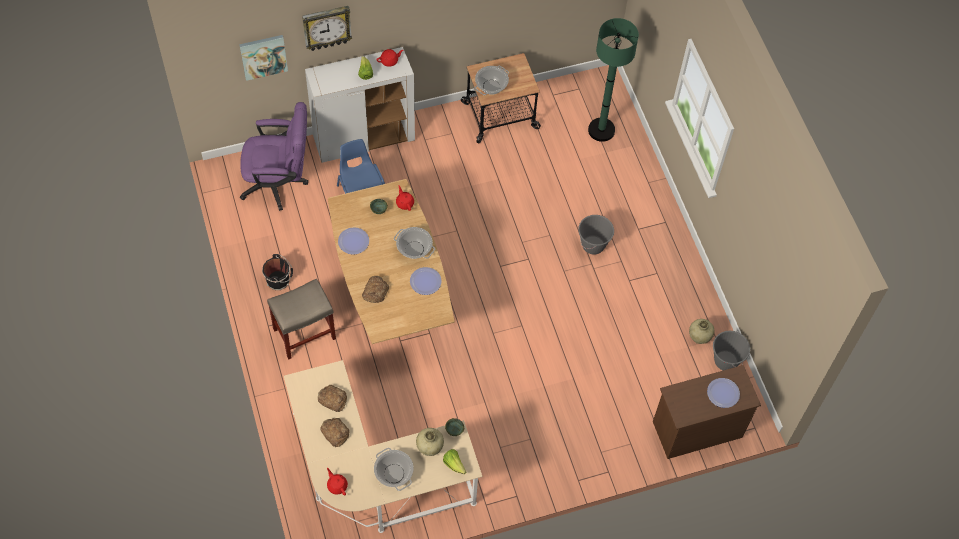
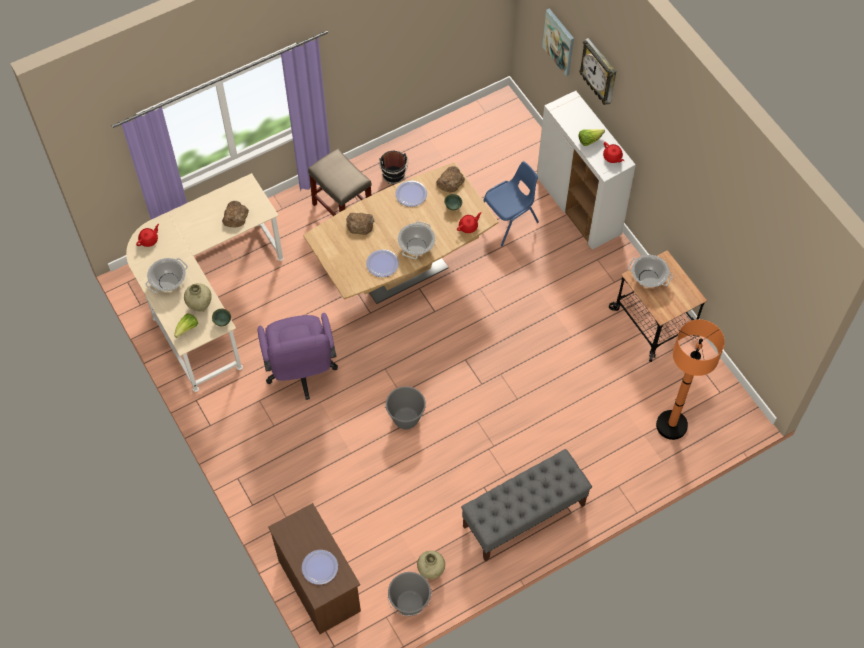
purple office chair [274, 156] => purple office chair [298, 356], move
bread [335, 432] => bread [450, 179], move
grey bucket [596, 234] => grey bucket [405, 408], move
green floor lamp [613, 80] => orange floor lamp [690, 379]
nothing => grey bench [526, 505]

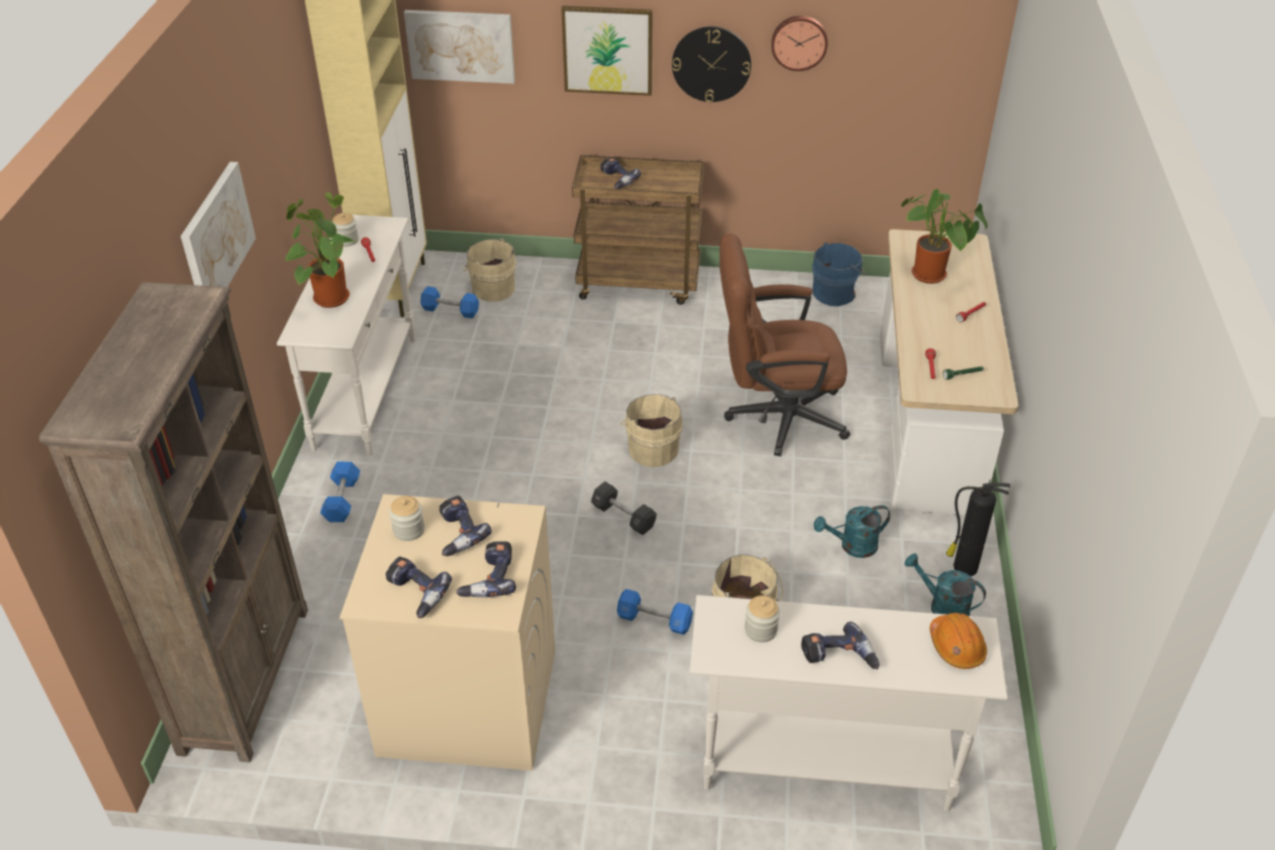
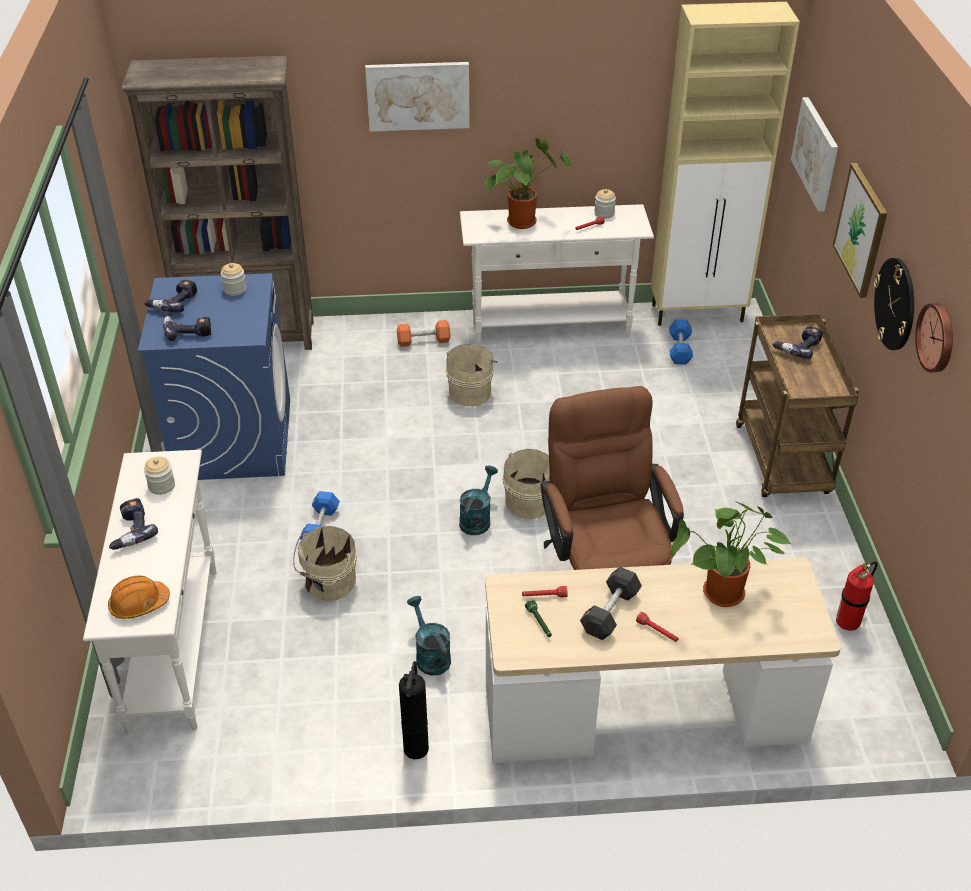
blue dumbbell [340, 492] => orange dumbbell [423, 333]
beige washing machine [447, 632] => blue washing machine [214, 376]
power drill [465, 526] => nothing
beige bucket [489, 270] => beige bucket [471, 375], move
black dumbbell [624, 508] => black dumbbell [611, 603], move
blue bucket [839, 274] => fire extinguisher [857, 596]
turquoise watering can [945, 584] => turquoise watering can [478, 500], move

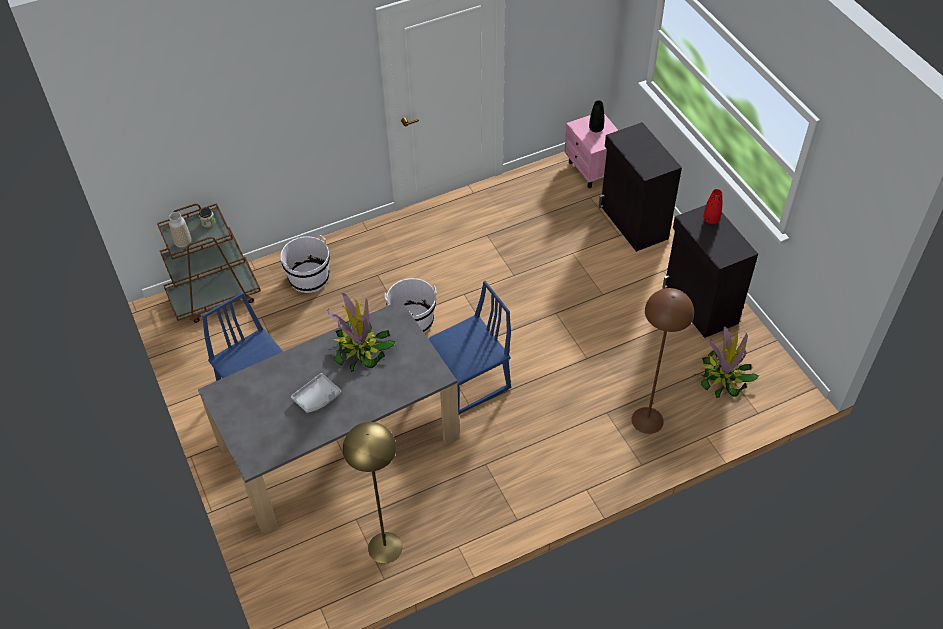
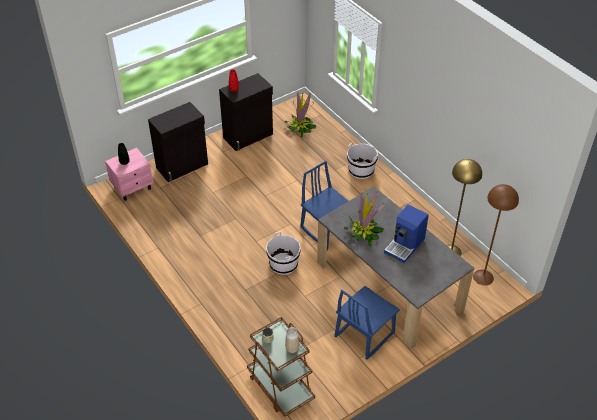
white bucket [305, 264] => white bucket [362, 161], move
grey tray [316, 393] => coffee machine [406, 234]
brown floor lamp [663, 361] => brown floor lamp [496, 234], move

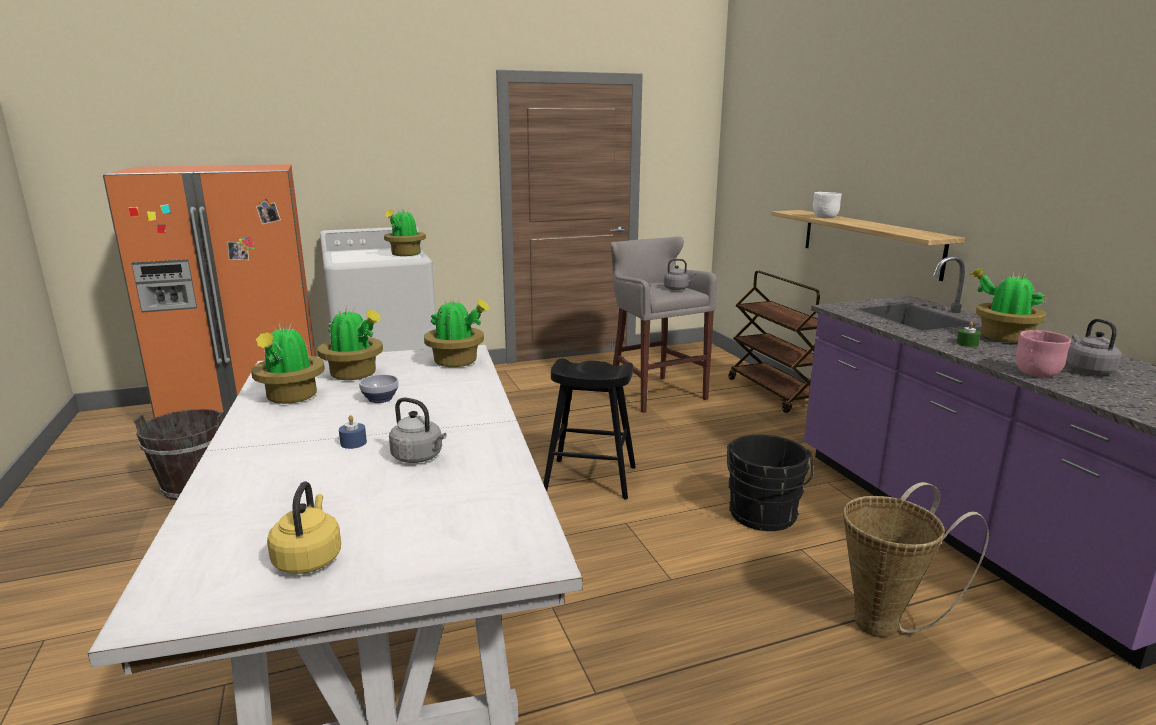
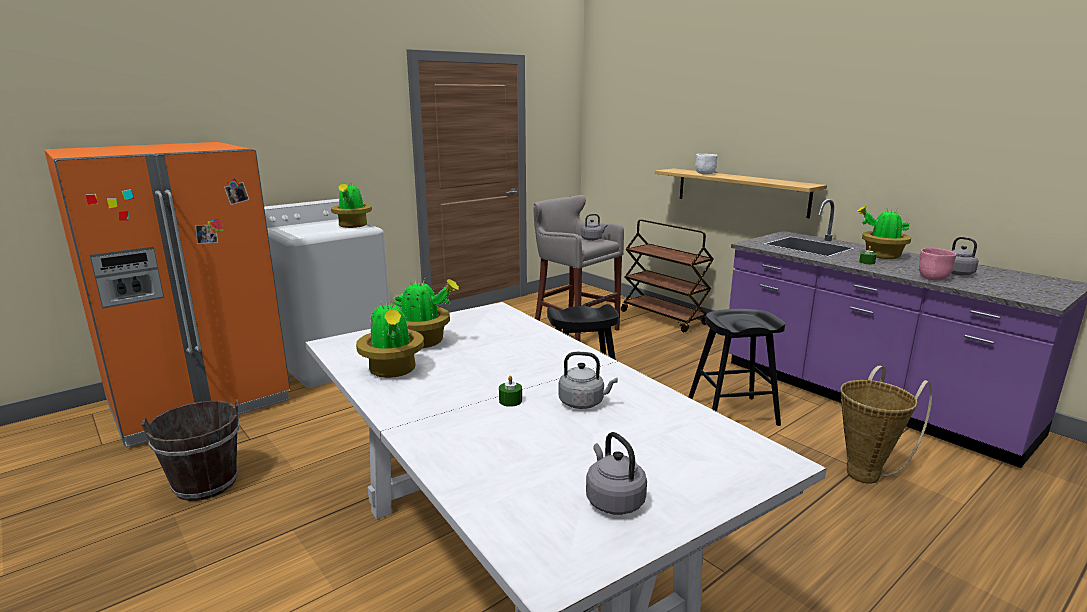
yellow kettle [304, 527] => grey kettle [616, 473]
blue candle [353, 432] => green candle [510, 391]
bowl [379, 389] => nothing
potted plant [457, 331] => nothing
black bucket [770, 483] => black stool [736, 367]

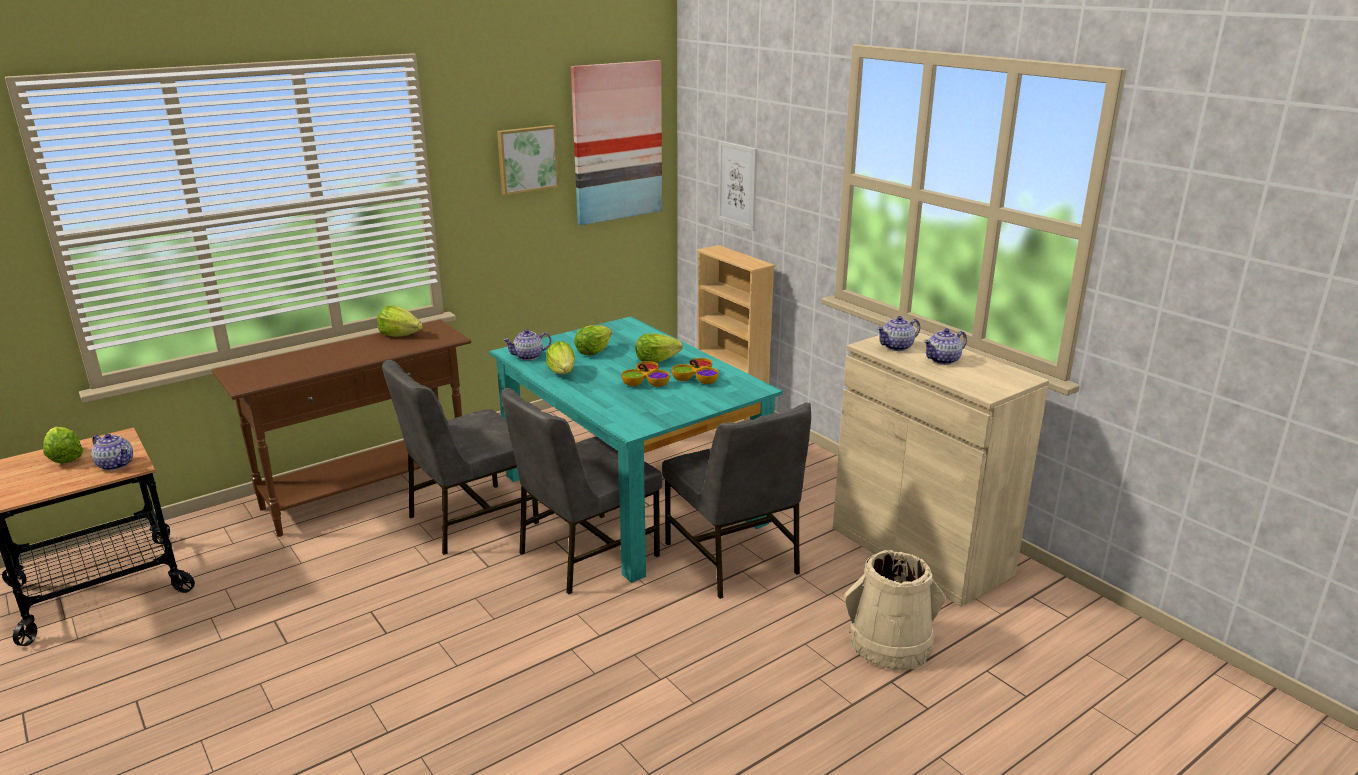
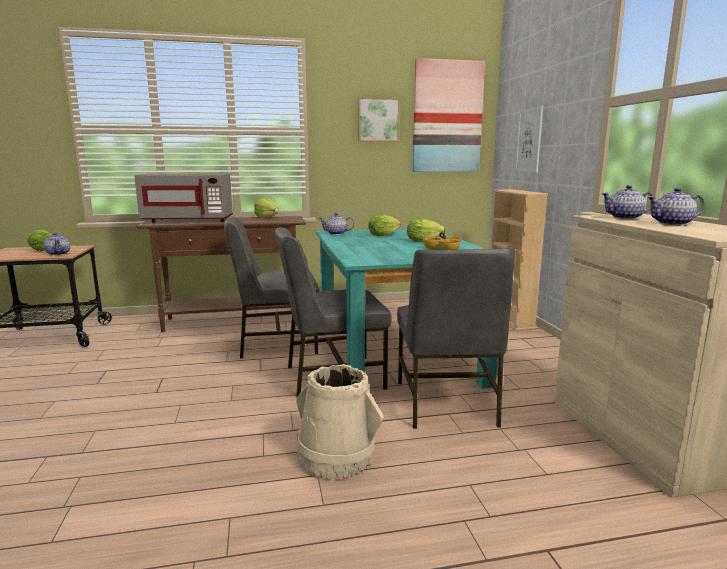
lettuce [560, 357] => nothing
bowl [645, 374] => nothing
beige bucket [895, 610] => beige bucket [339, 422], move
nothing => grey microwave [183, 197]

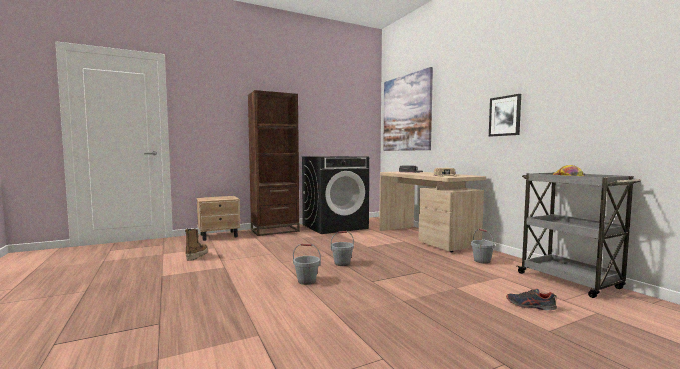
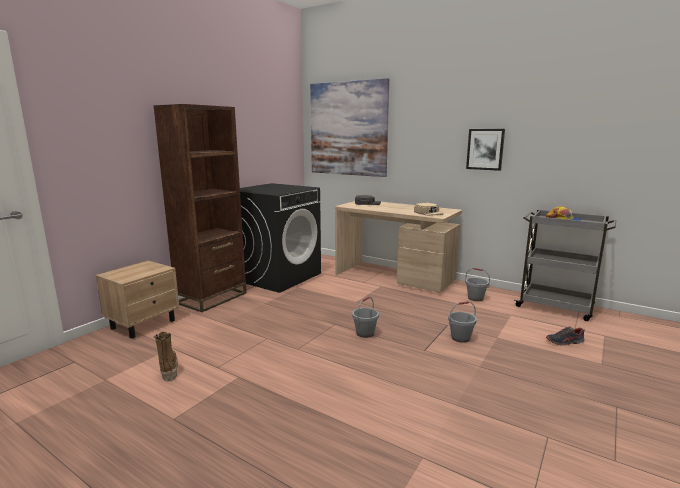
grey bucket [307, 264] => grey bucket [462, 322], move

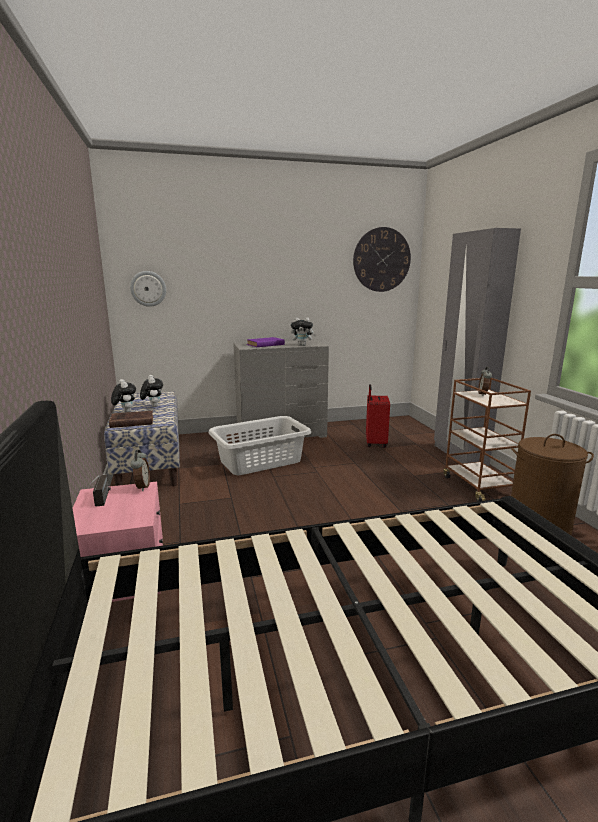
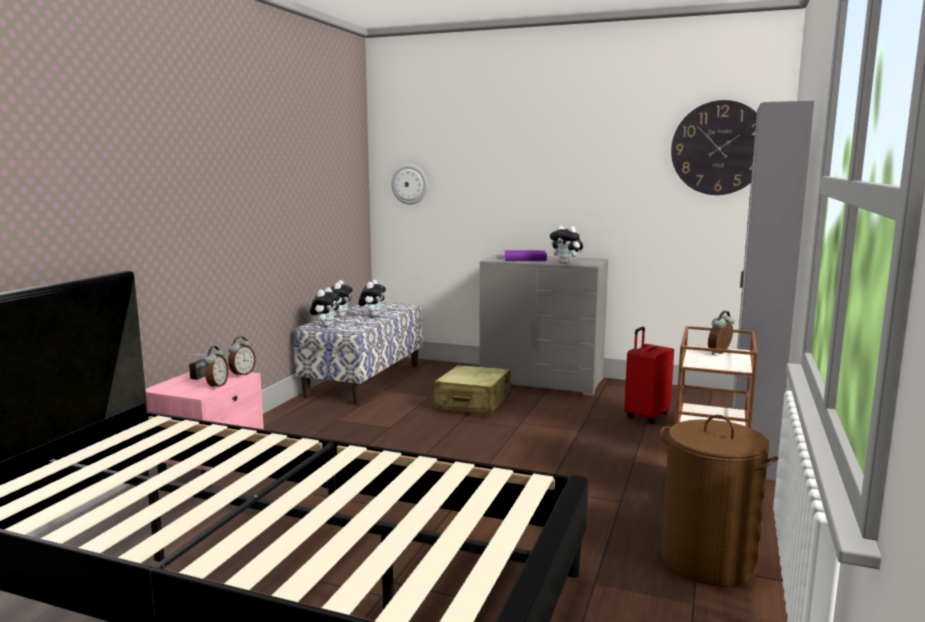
brown book [131, 419] => plush toy [325, 307]
grey laundry basket [259, 445] => beige suitcase [471, 390]
nothing => alarm clock [216, 367]

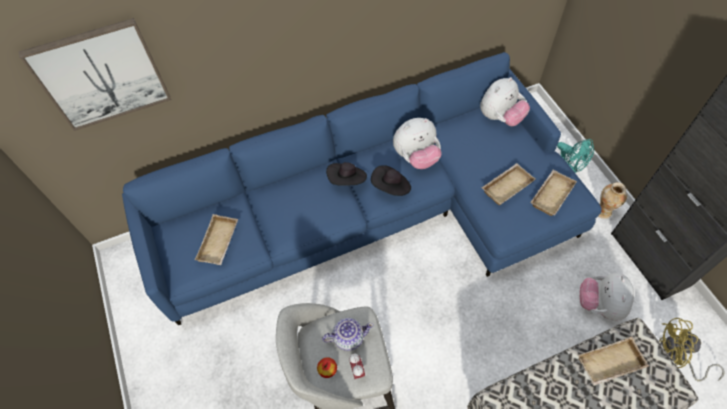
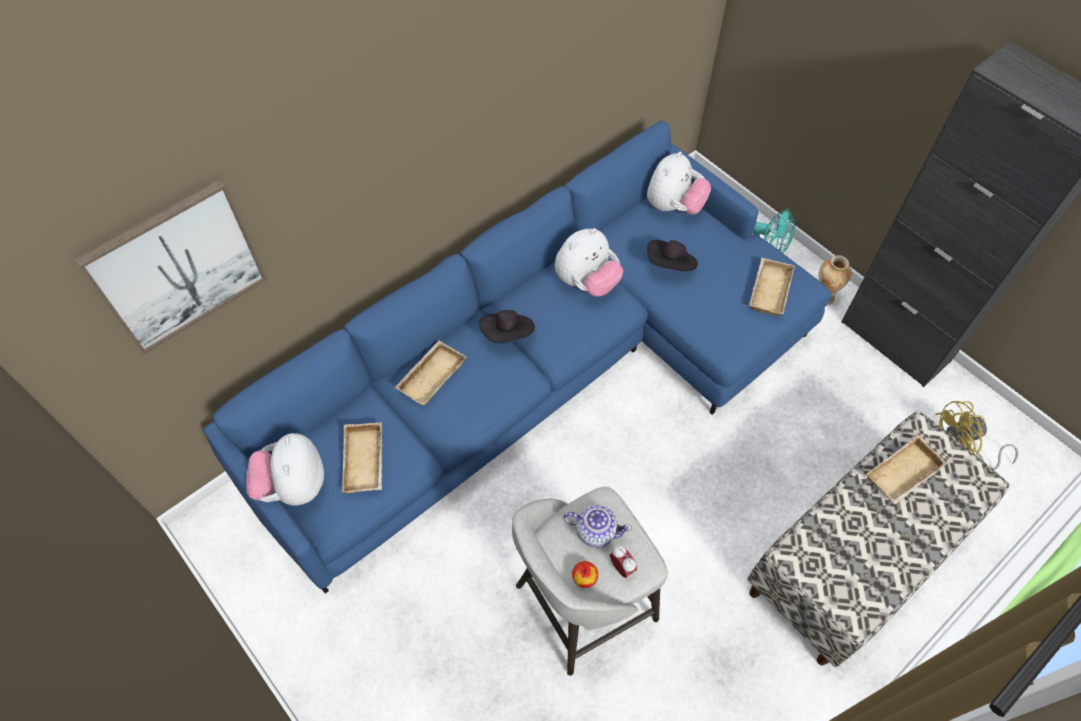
teapot [348, 334] => teapot [597, 526], 45 degrees clockwise
black hat [391, 180] => black hat [672, 255], move
beige tray [508, 184] => beige tray [430, 372], move
plush toy [607, 297] => plush toy [285, 469], move

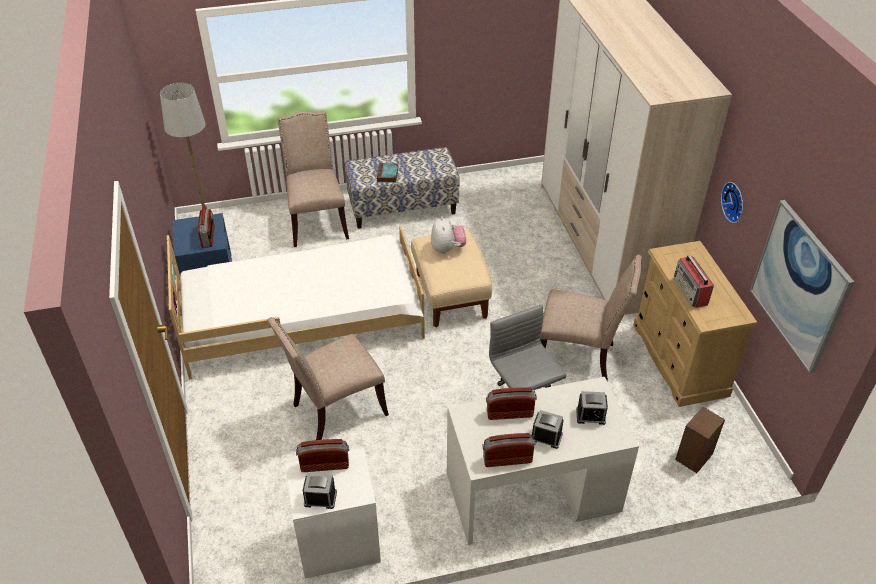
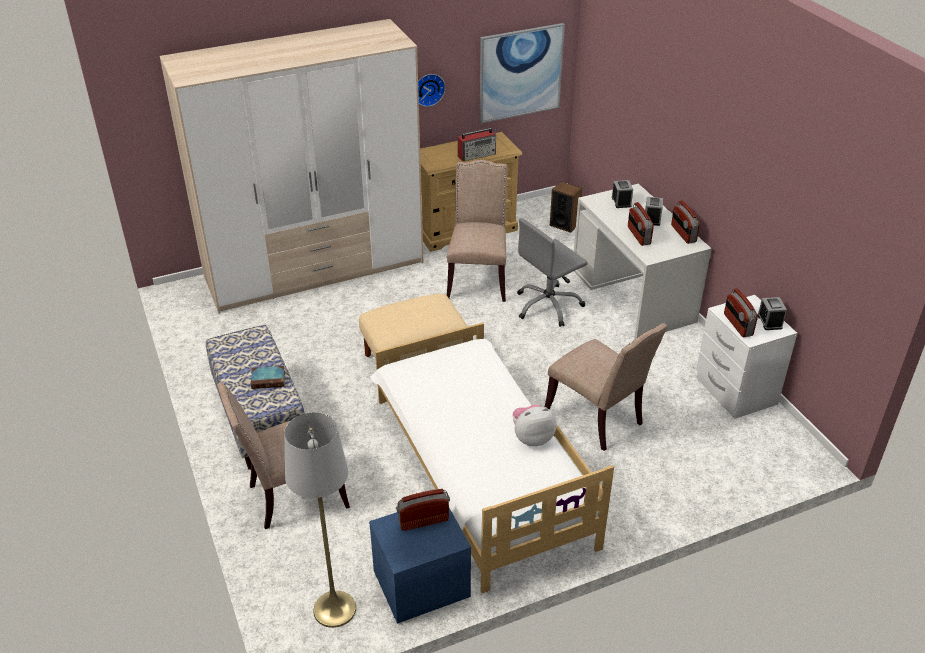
plush toy [448, 235] => plush toy [535, 425], move

